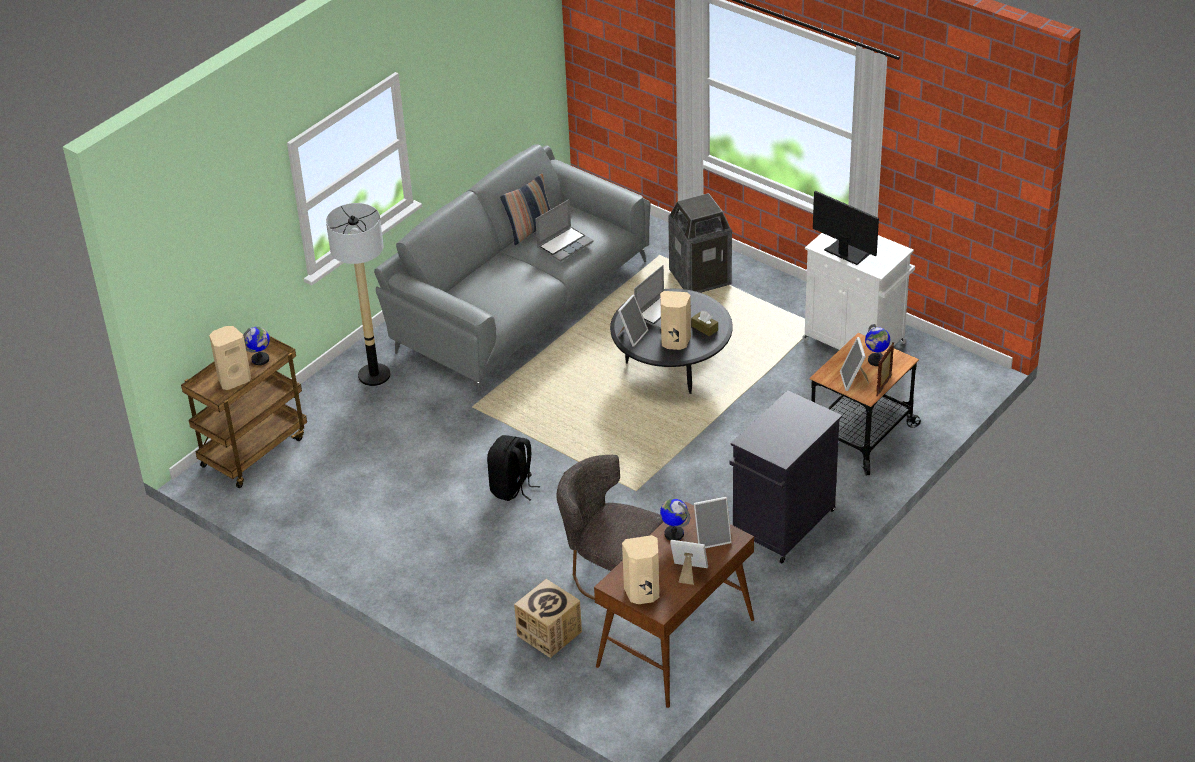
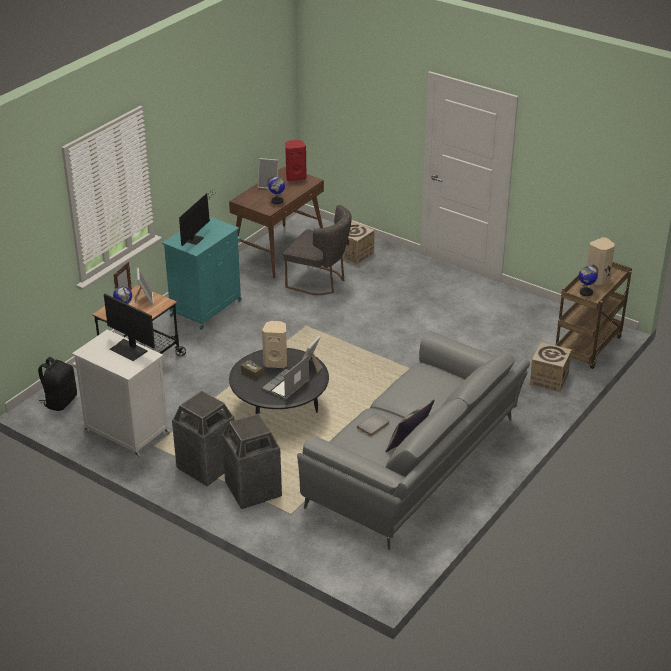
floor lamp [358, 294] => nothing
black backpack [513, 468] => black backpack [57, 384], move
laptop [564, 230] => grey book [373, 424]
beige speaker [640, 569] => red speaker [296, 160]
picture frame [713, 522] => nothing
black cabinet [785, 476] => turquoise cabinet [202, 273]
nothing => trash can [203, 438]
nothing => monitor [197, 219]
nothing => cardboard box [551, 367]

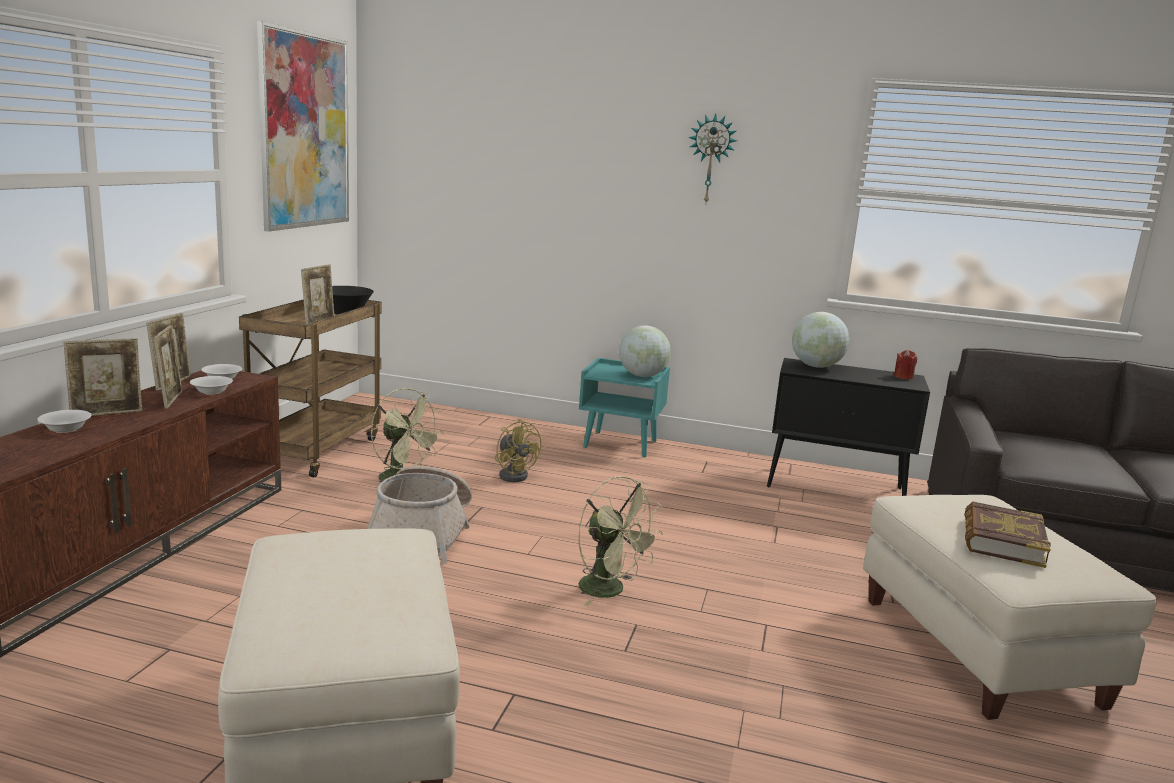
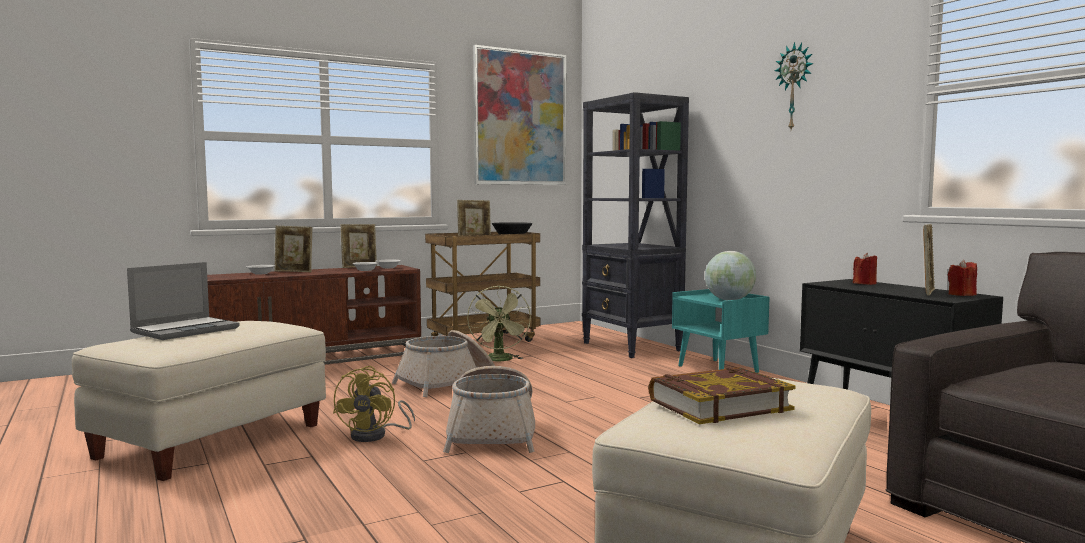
picture frame [168, 367] => picture frame [929, 260], move
yellow fan [518, 450] => yellow fan [374, 404], move
green fan [620, 541] => basket [489, 409]
globe [820, 340] => red candle [865, 269]
nothing => laptop [183, 301]
nothing => black bookcase [635, 225]

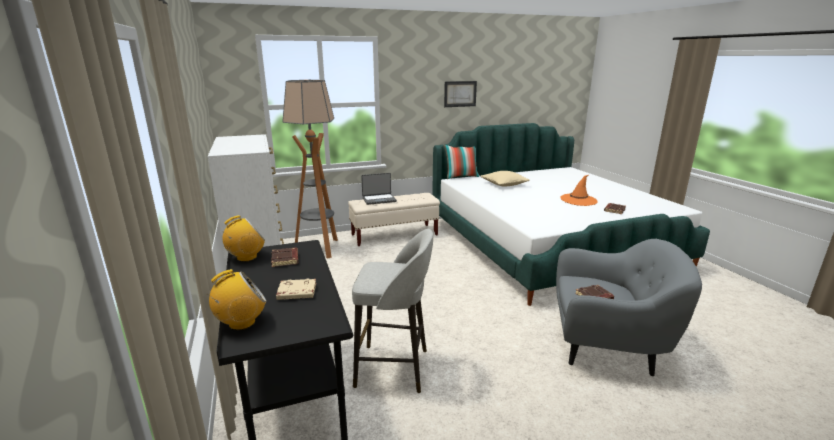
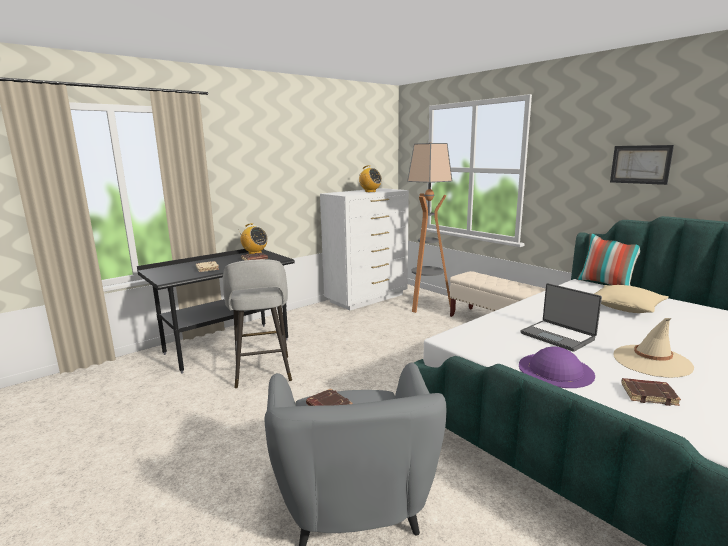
radio [236, 299] => radio [370, 178], move
laptop [379, 189] => laptop [561, 317], move
orange hat [578, 190] => beige hat [654, 348]
nothing => purple hat [557, 367]

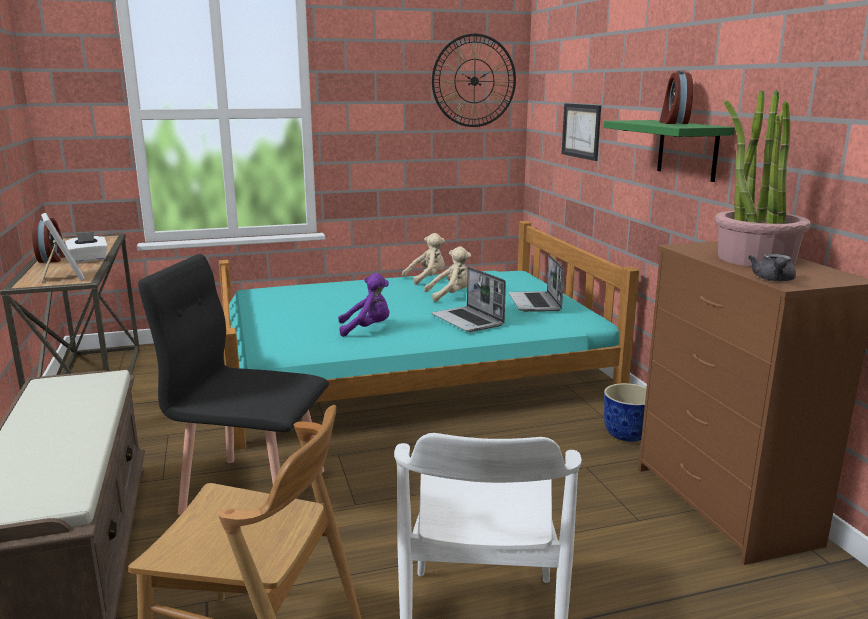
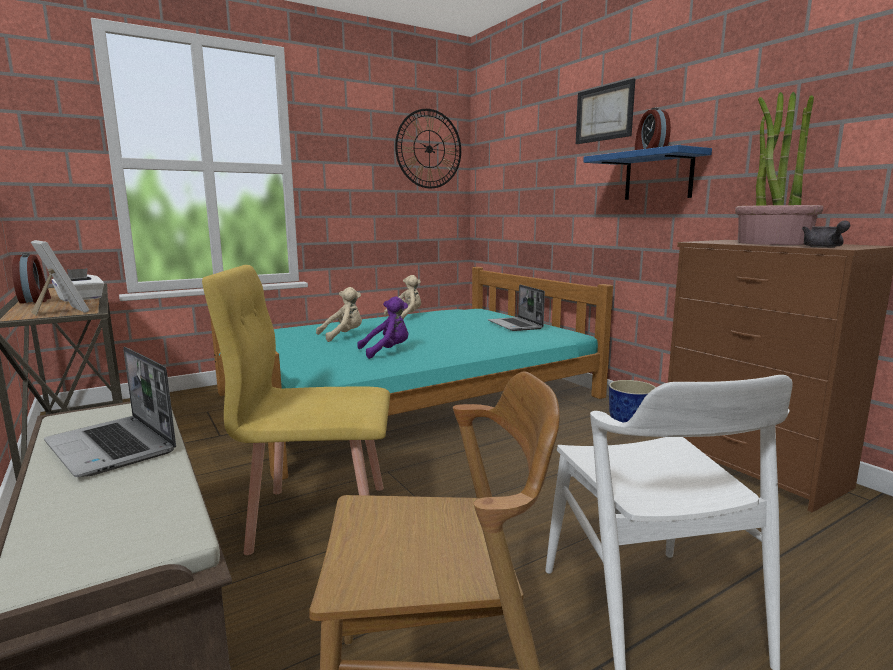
black chair [233, 384] => yellow chair [296, 410]
beige plush toy [447, 274] => beige plush toy [339, 314], move
laptop [469, 299] => laptop [110, 412], move
picture [581, 132] => picture [605, 111], move
green shelf [669, 151] => blue shelf [647, 172]

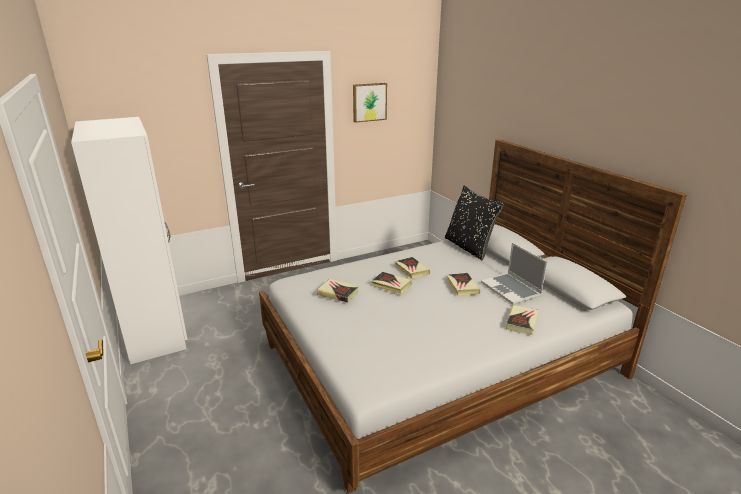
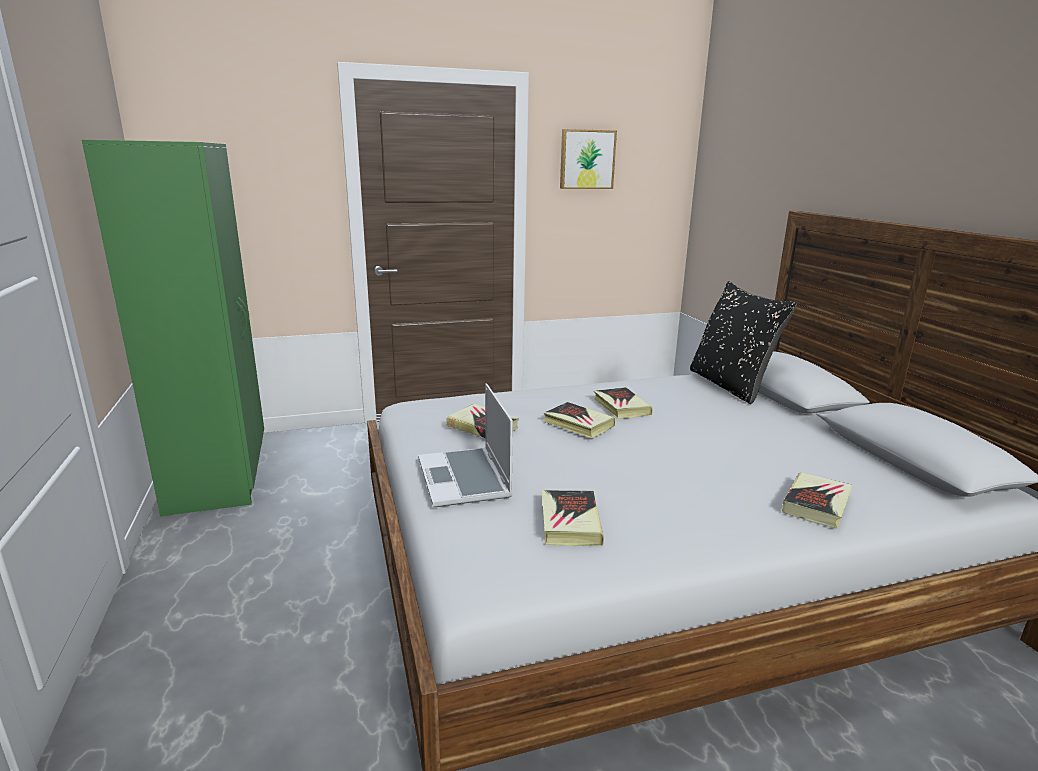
white wardrobe [129, 240] => green wardrobe [173, 328]
book [463, 284] => book [573, 518], move
laptop [514, 274] => laptop [465, 445], move

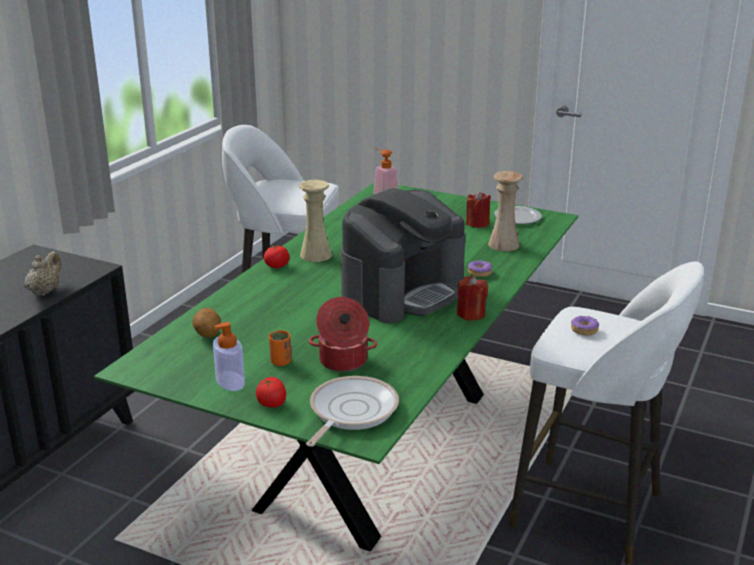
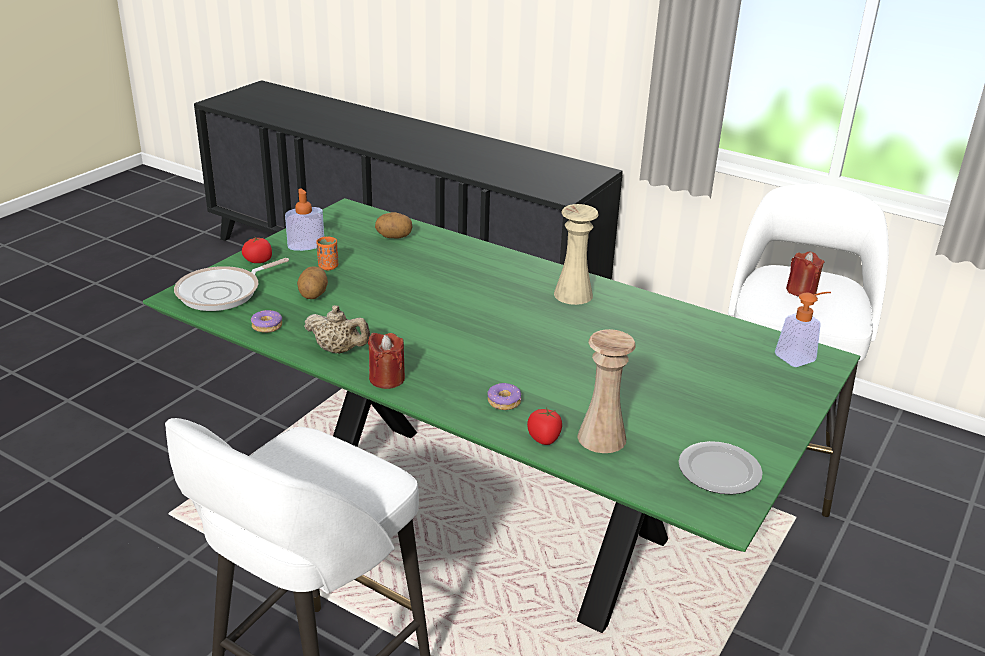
beige teapot [42, 273] => beige teapot [337, 329], move
tomato [276, 256] => tomato [544, 426], move
frying pan [352, 411] => frying pan [231, 284], 105 degrees clockwise
cooking pot [343, 334] => potato [312, 282]
coffee machine [403, 255] => nothing
red candle [478, 209] => red candle [805, 274], move
donut [585, 326] => donut [267, 321], move

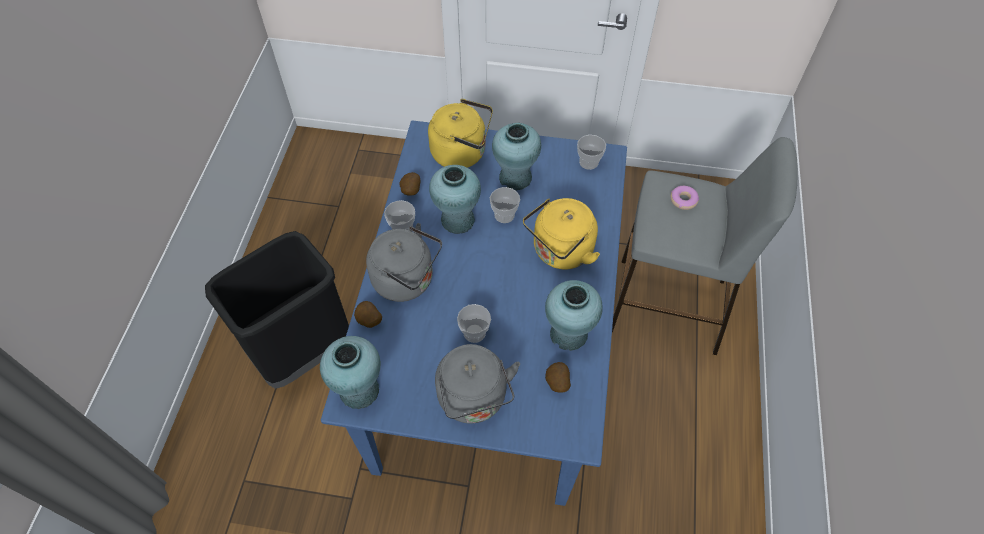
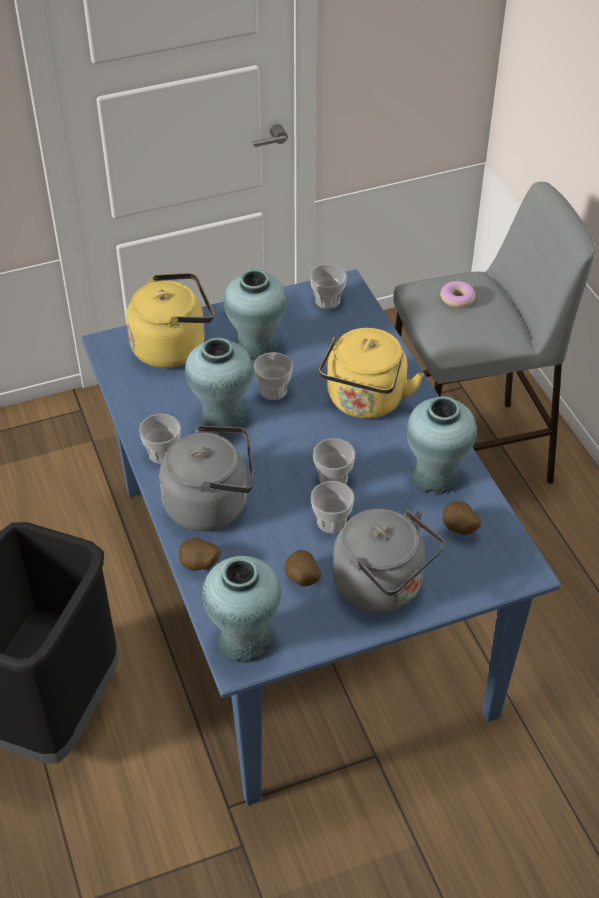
potato [410, 184] => potato [303, 568], move
nothing => cup [334, 461]

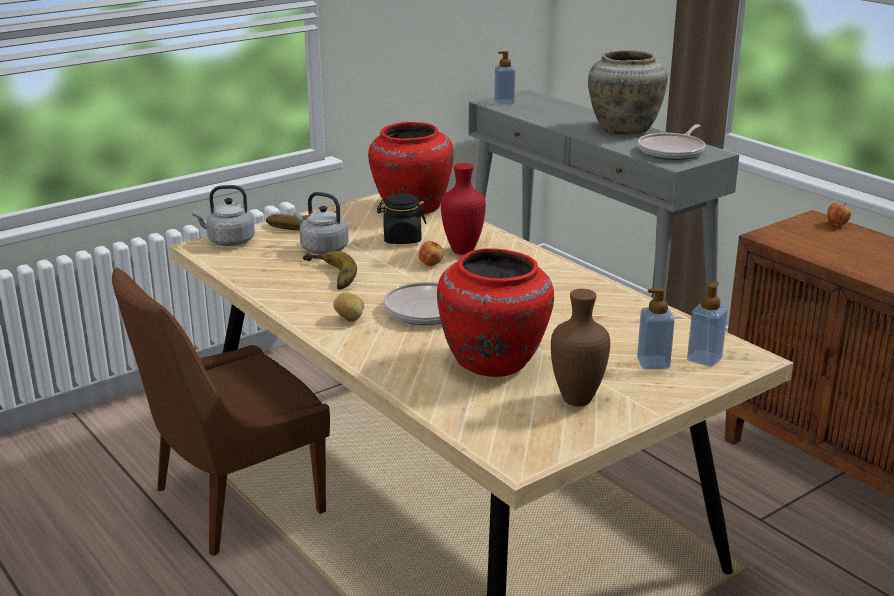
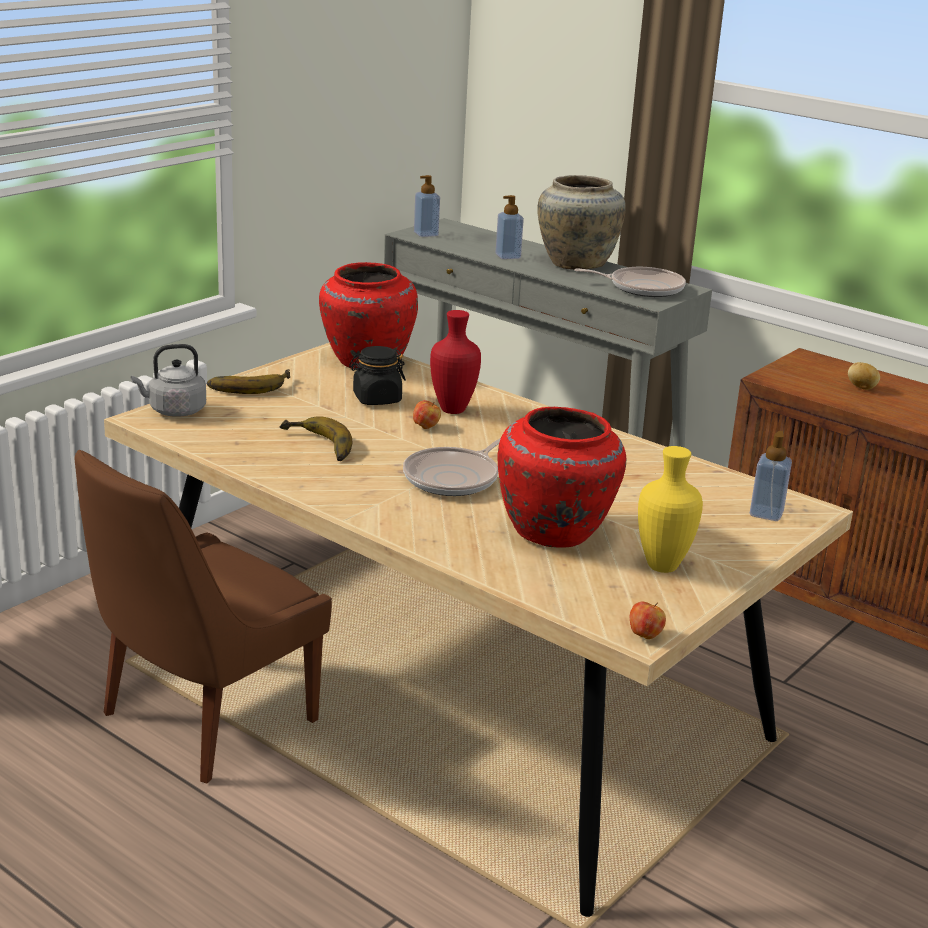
grey kettle [321, 223] => nothing
potato [348, 307] => potato [864, 376], move
brown vase [580, 347] => yellow vase [670, 509]
soap dispenser [656, 328] => soap dispenser [509, 227], move
frying pan [672, 142] => frying pan [630, 282], 105 degrees counterclockwise
apple [839, 214] => apple [648, 620], move

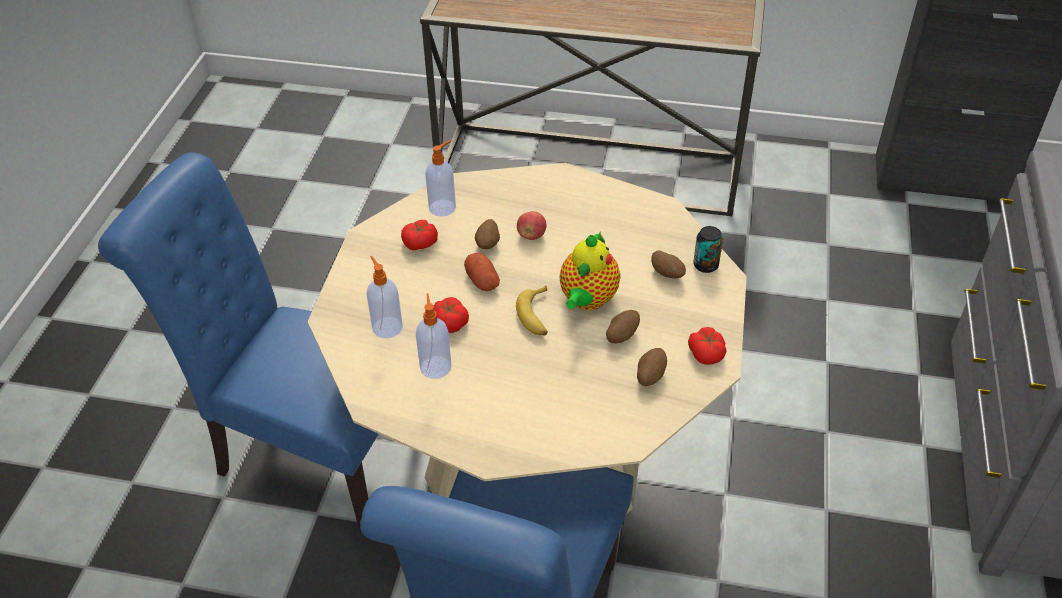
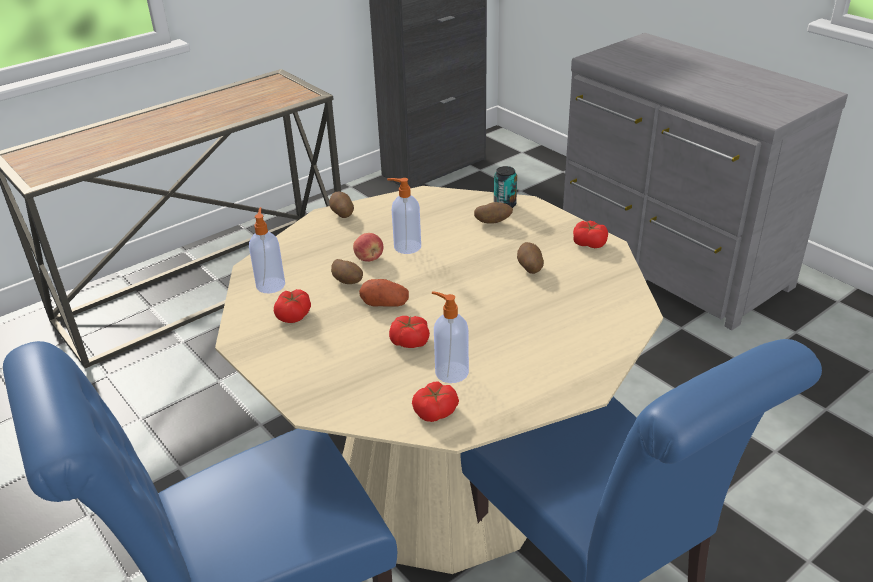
soap dispenser [384, 297] => soap dispenser [404, 216], move
banana [532, 310] => nothing
teapot [590, 271] => nothing
potato [652, 367] => potato [341, 205], move
nothing => tomato [435, 401]

